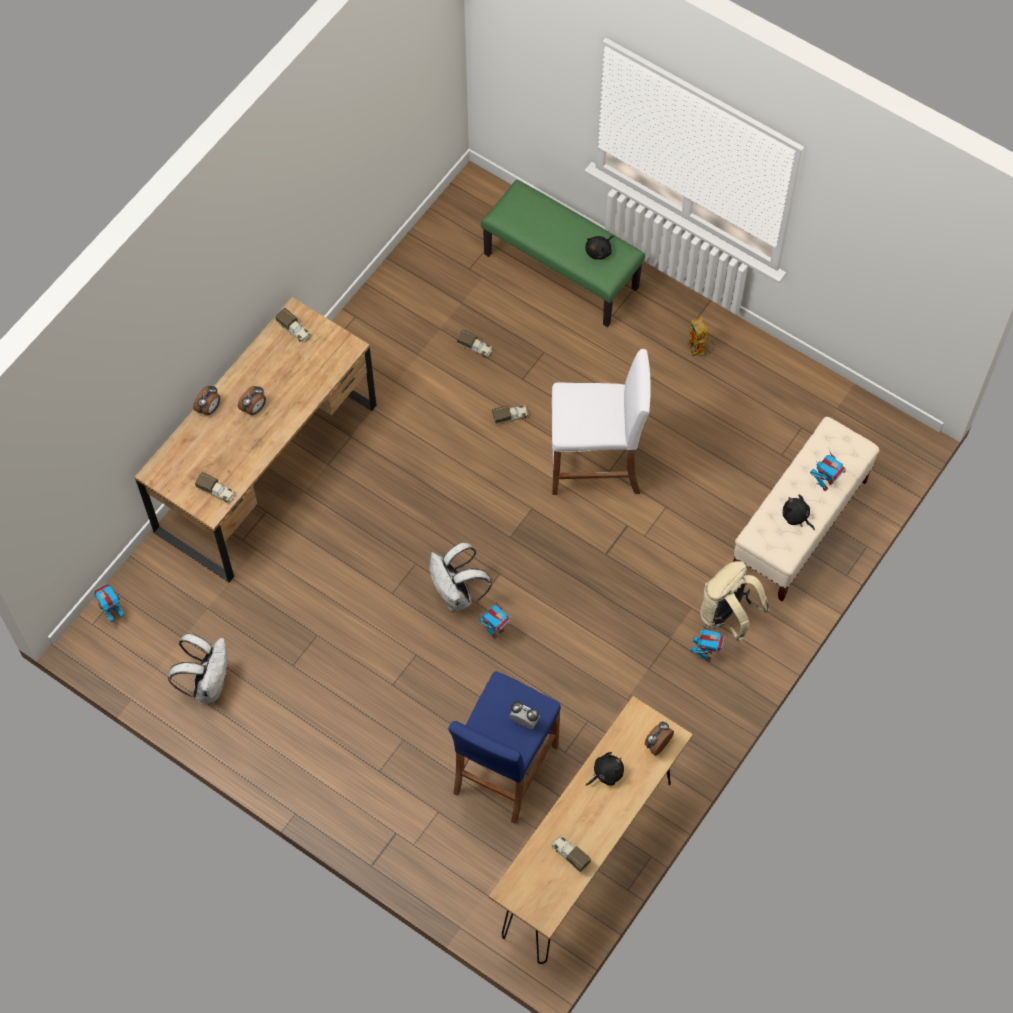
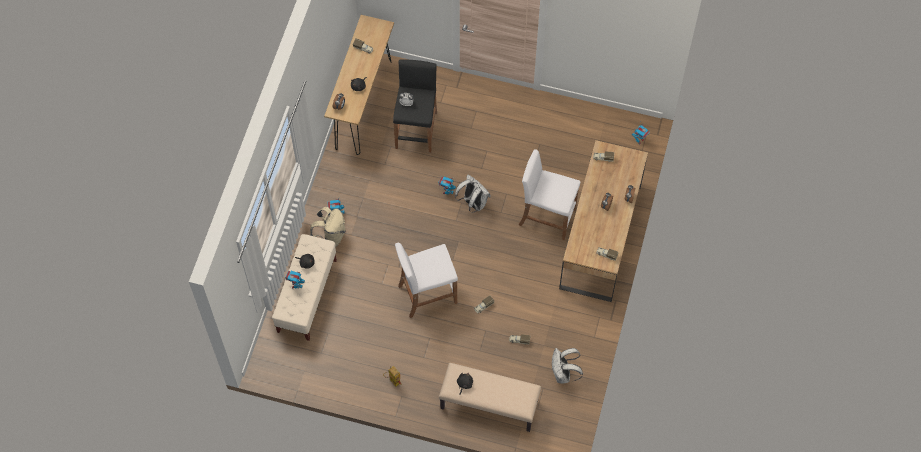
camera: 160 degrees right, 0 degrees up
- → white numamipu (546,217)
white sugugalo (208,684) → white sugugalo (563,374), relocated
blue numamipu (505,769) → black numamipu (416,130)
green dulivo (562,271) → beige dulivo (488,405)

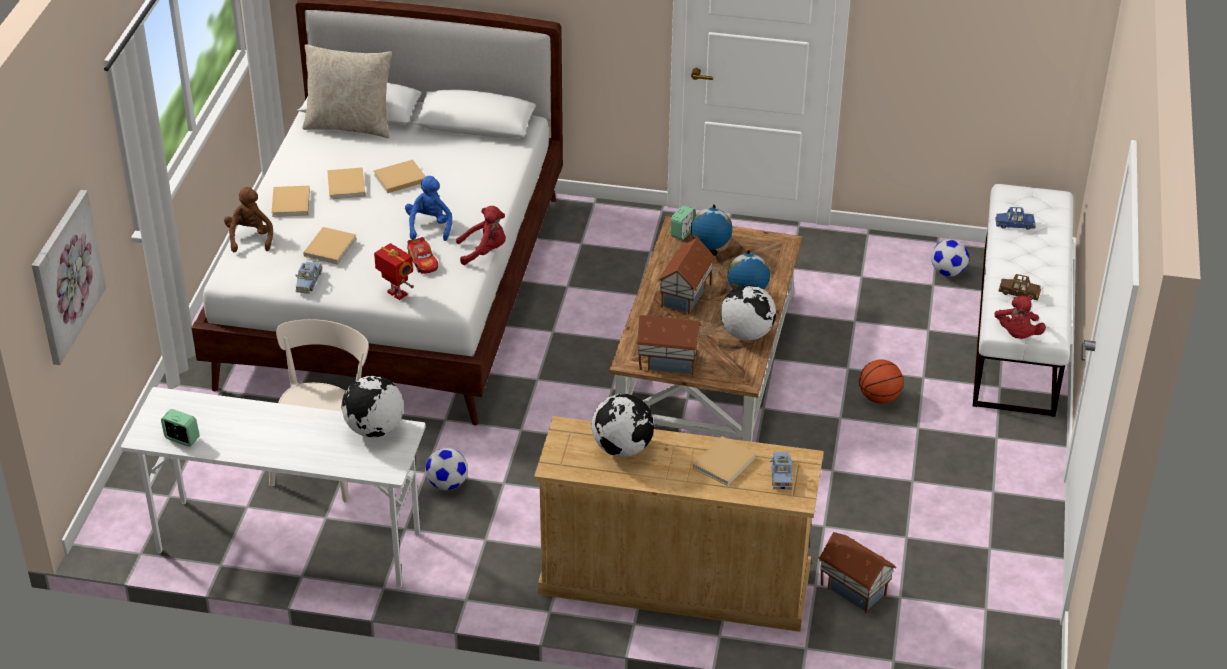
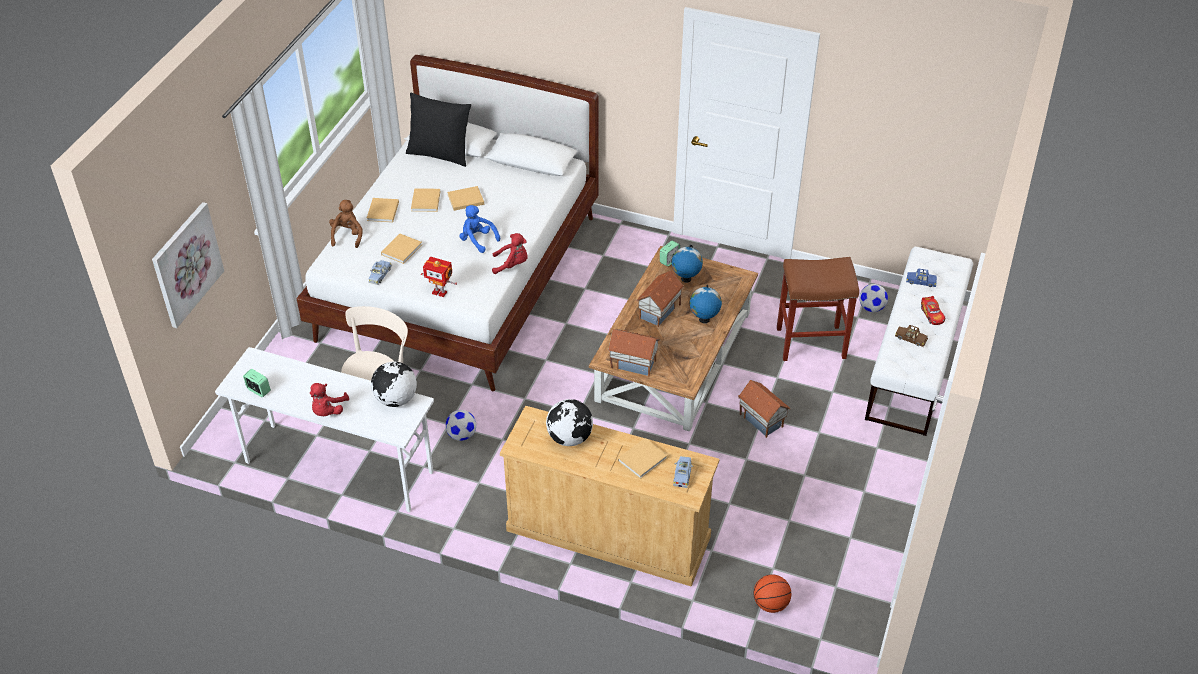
camera: 10 degrees right, 5 degrees up
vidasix (746,334) → -
- → brown numamipu (811,342)
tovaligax (423,261) → tovaligax (932,314), relocated
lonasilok (854,588) → lonasilok (762,419), relocated
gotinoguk (879,398) → gotinoguk (770,604), relocated
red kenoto (1017,335) → red kenoto (328,410), relocated
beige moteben (349,125) → black moteben (440,153)
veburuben (396,294) → veburuben (440,292), 150 degrees clockwise
blue kenoto (429,226) → blue kenoto (477,240), 60 degrees counterclockwise

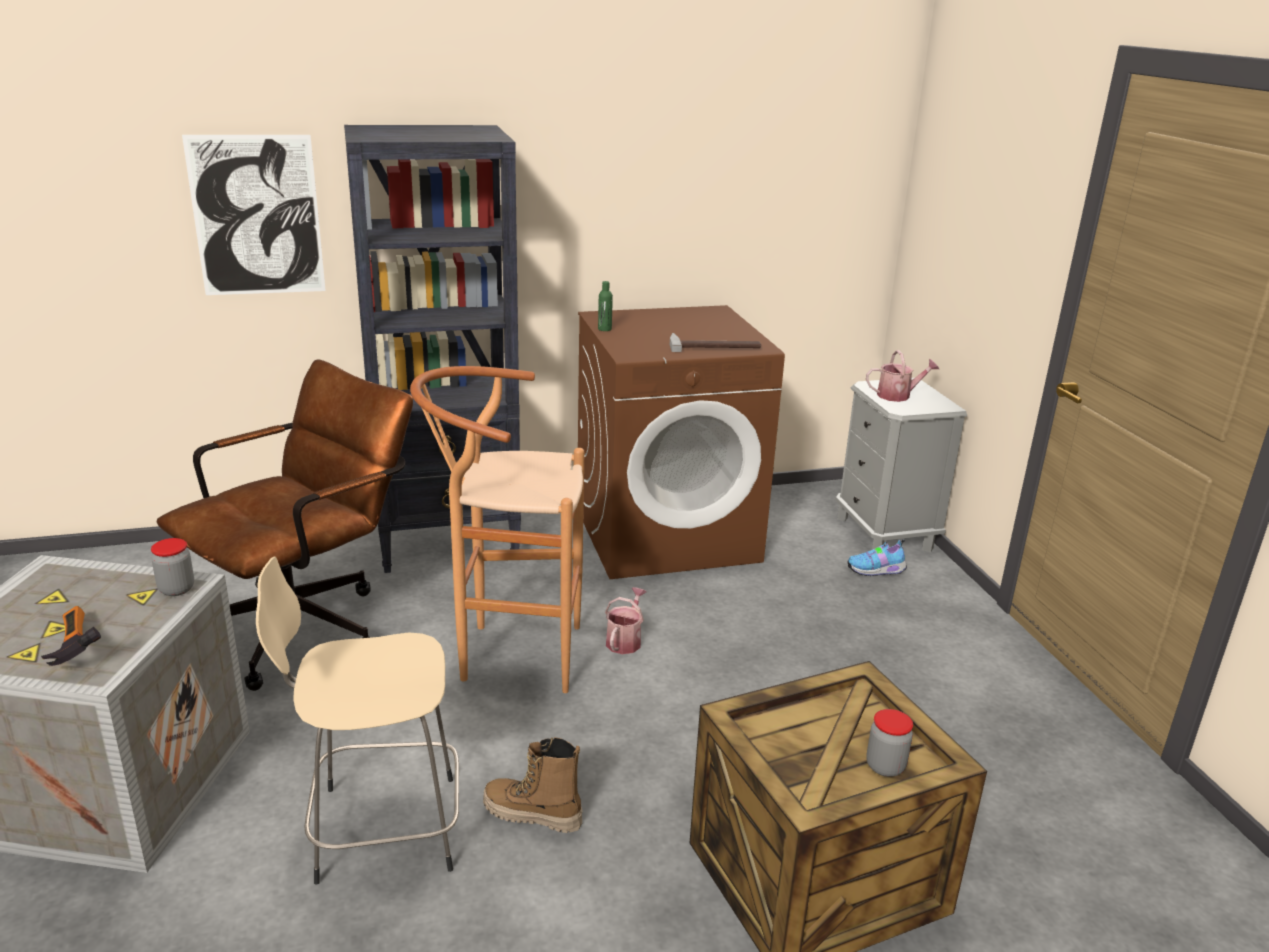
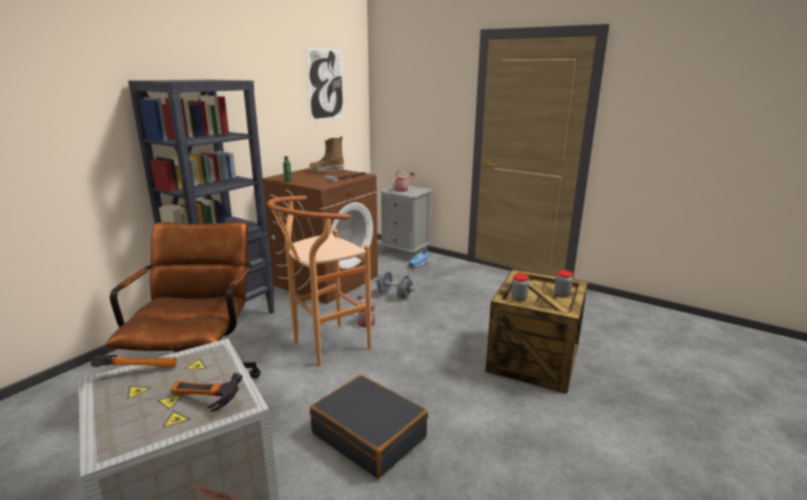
camera: 40 degrees left, 5 degrees down
- → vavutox (138,370)
- → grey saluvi (394,295)
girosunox (176,589) → girosunox (518,298), relocated
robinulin (257,216) → robinulin (326,84), relocated
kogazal (532,815) → kogazal (327,171), relocated
beige numamipu (380,828) → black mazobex (369,435)

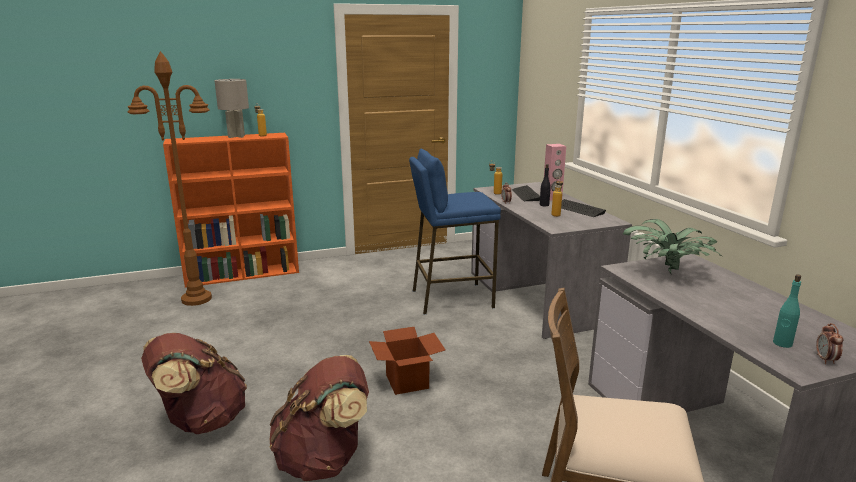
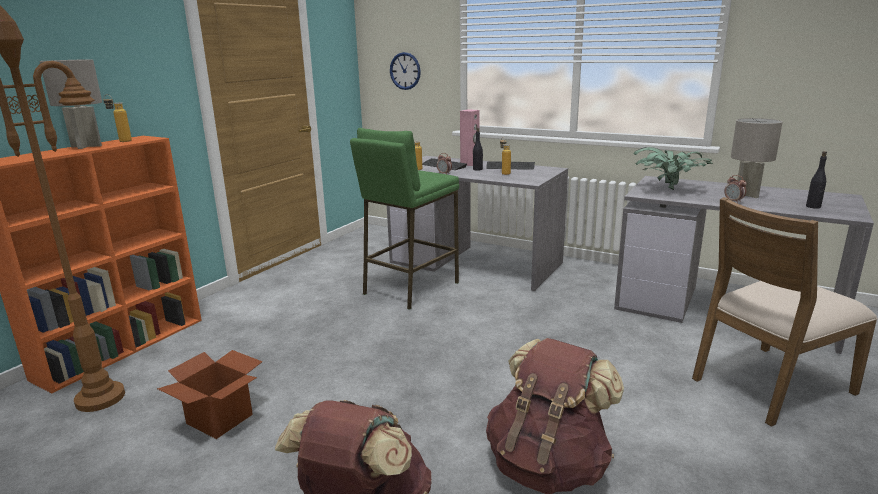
camera: 40 degrees left, 0 degrees up
- → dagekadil (405,71)
- → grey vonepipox (747,195)
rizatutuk (407,381) → rizatutuk (219,419), relocated
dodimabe (825,360) → dodimabe (733,201), relocated
blue numamipu (451,298) → green numamipu (410,288)
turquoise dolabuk (782,343) → black dolabuk (813,207)

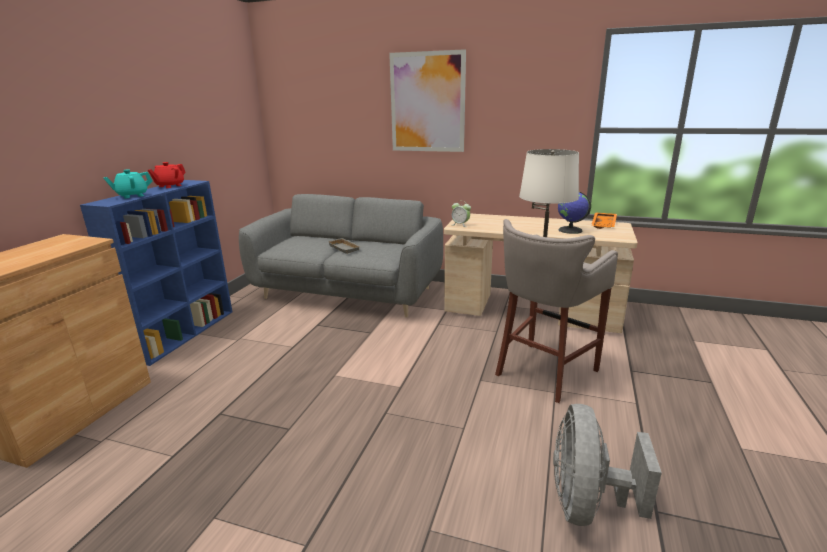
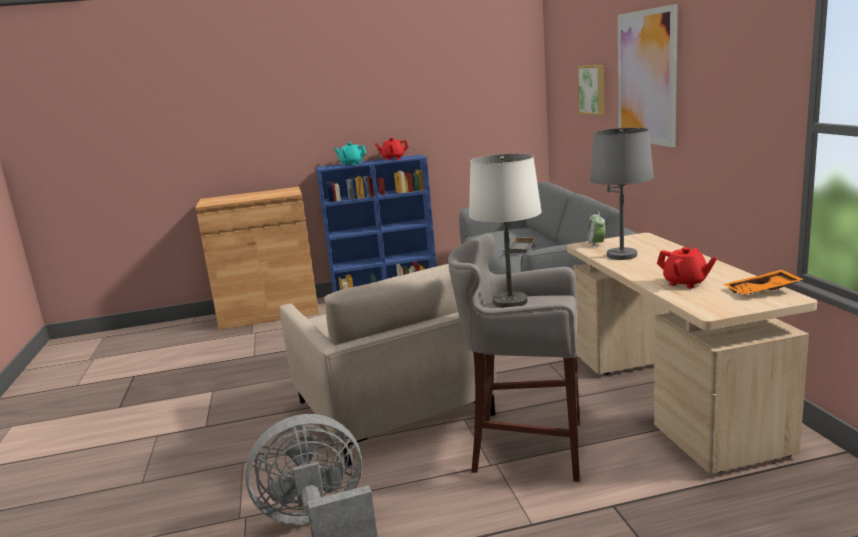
camera: 60 degrees right, 5 degrees down
- → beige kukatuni (391,408)
- → robinulin (593,89)
- → grey vonepipox (622,255)
vidasix (570,230) → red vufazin (685,283)

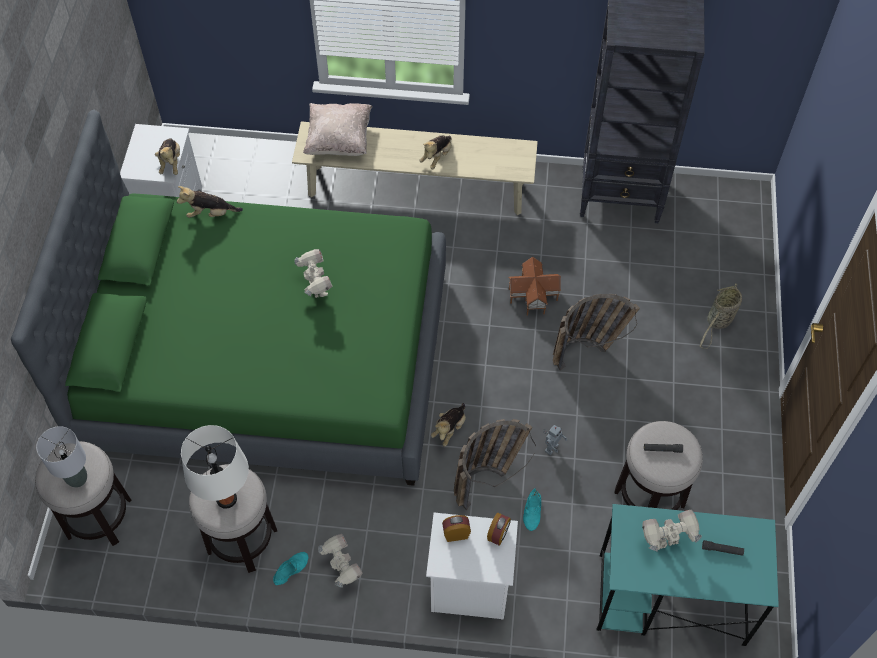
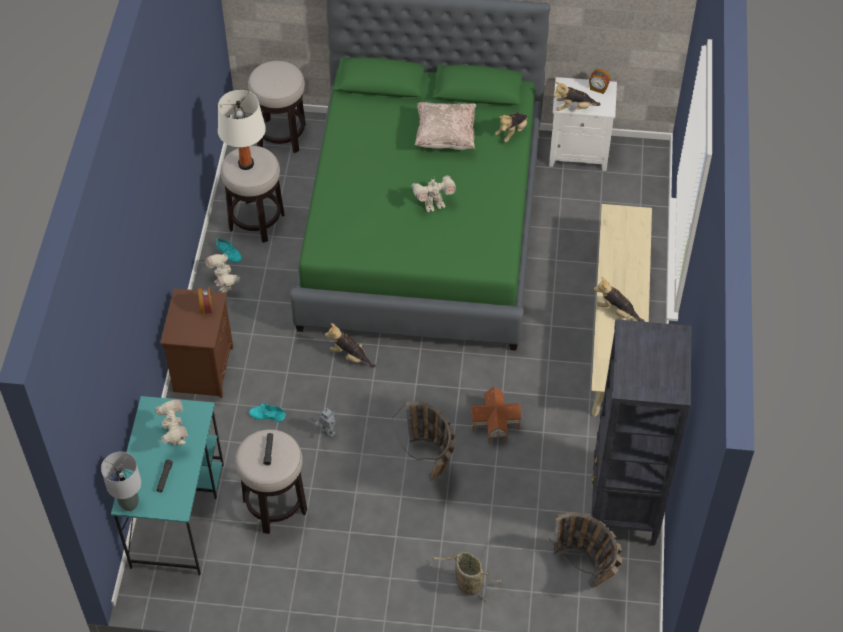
camera: 90 degrees right, 5 degrees down
grey vonepipox (77,479) → grey vonepipox (129,504), relocated
beige moteben (339,141) → beige moteben (445,137), relocated
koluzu (488,478) → koluzu (586,573), relocated
dodimabe (498,534) → dodimabe (598,89), relocated
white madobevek (468,588) → brown madobevek (202,368)
kenoto (210,213) → kenoto (512,132), 135 degrees counterclockwise
veburuben (342,571) → veburuben (224,285), 90 degrees clockwise

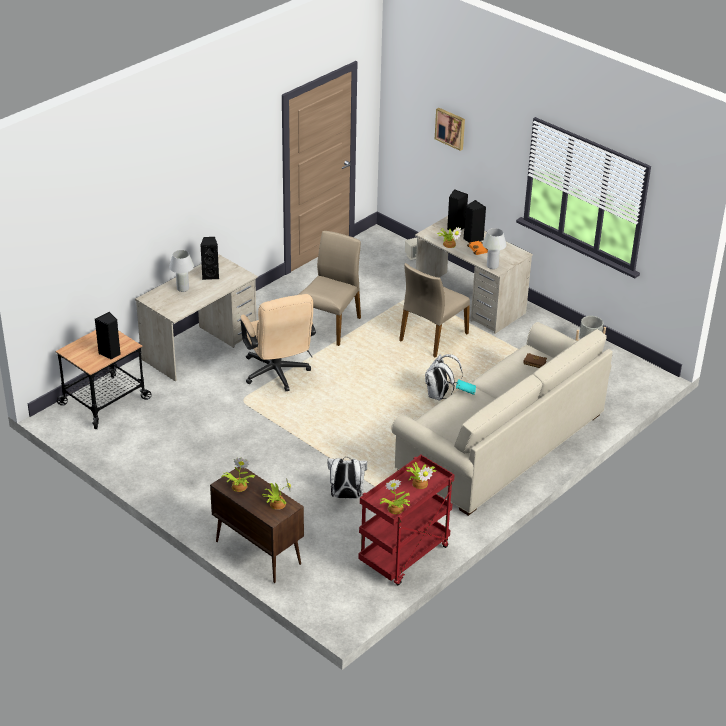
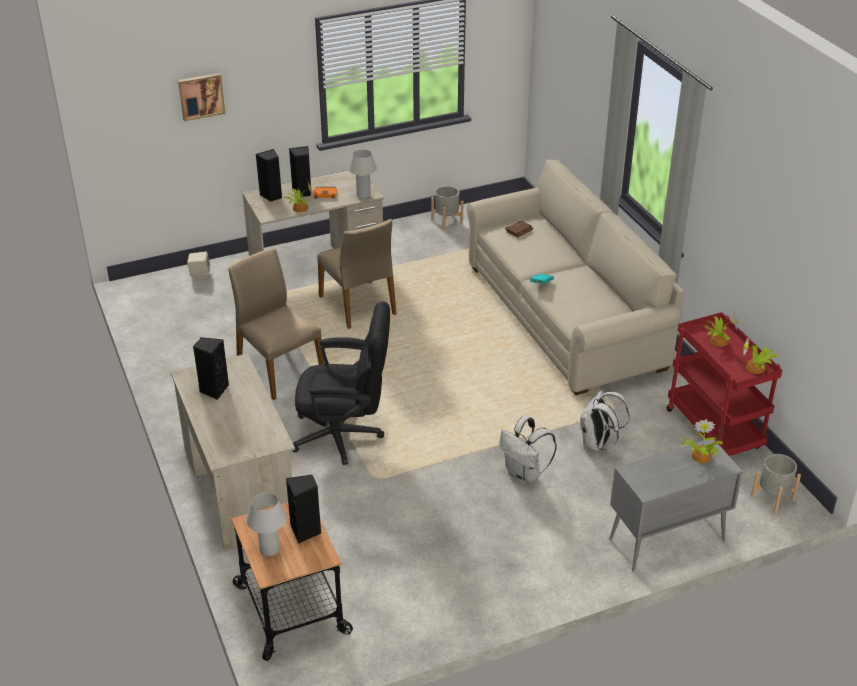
camera: 65 degrees left, 0 degrees up
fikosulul (238,487) → -
- → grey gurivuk (772,498)
white vonepipox (183,288) → white vonepipox (269,549), relocated
white sugugalo (439,395) → white sugugalo (524,474), relocated
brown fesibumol (257,552) → grey fesibumol (666,540)
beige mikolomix (277,375) → black mikolomix (345,436)

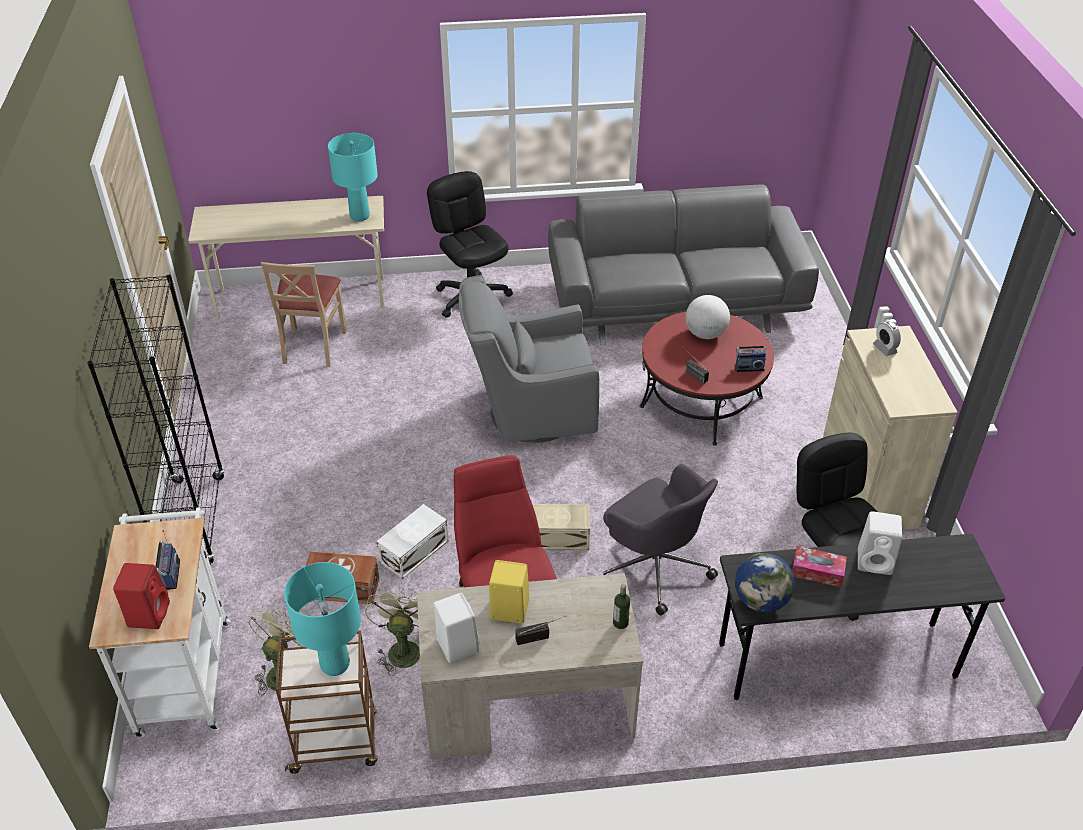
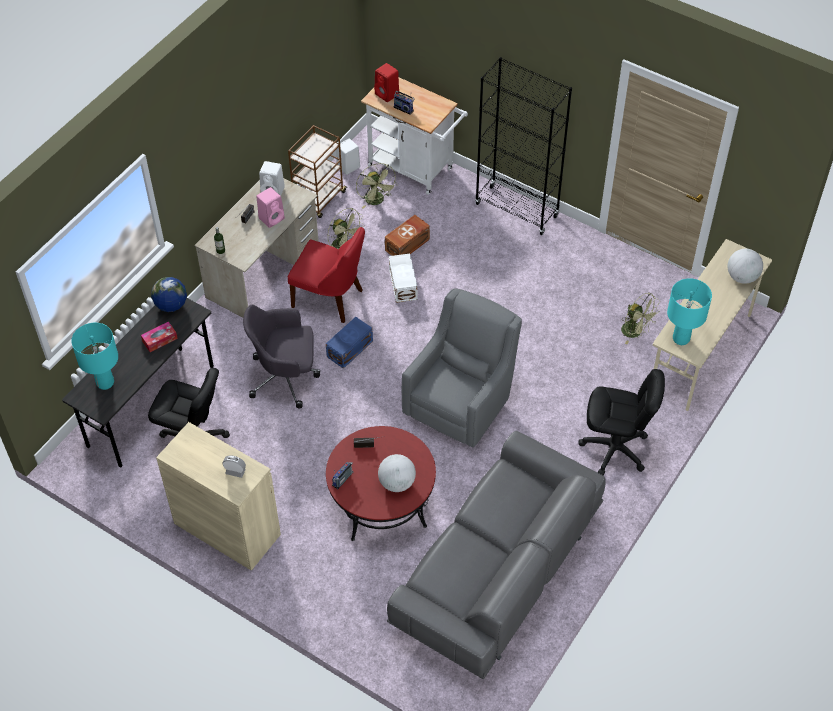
camera: 130 degrees right, 10 degrees up
- → vidasix (742,277)
turquoise vonepipox (334,664) → turquoise vonepipox (105,382), relocated
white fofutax (875,561) → white fofutax (348,167), relocated
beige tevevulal (313,346) → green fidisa (635,332)
yellow fofutax (508,609) → pink fofutax (272,218)
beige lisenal (557,538) → blue lisenal (349,349)

